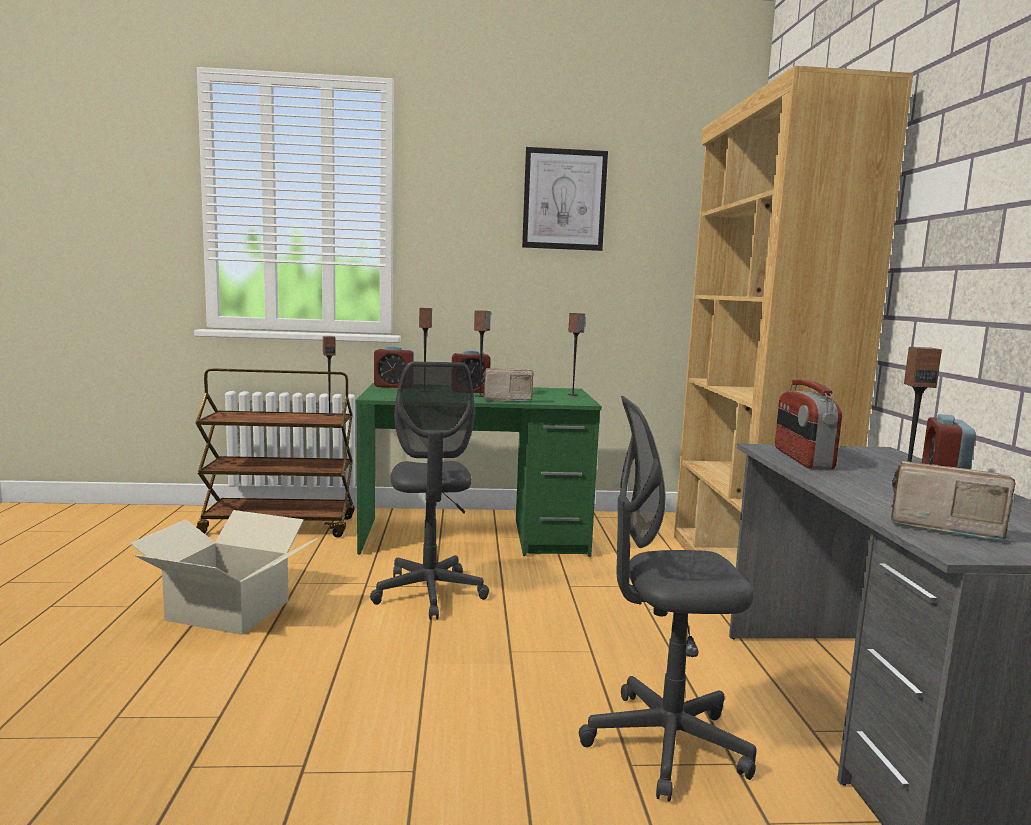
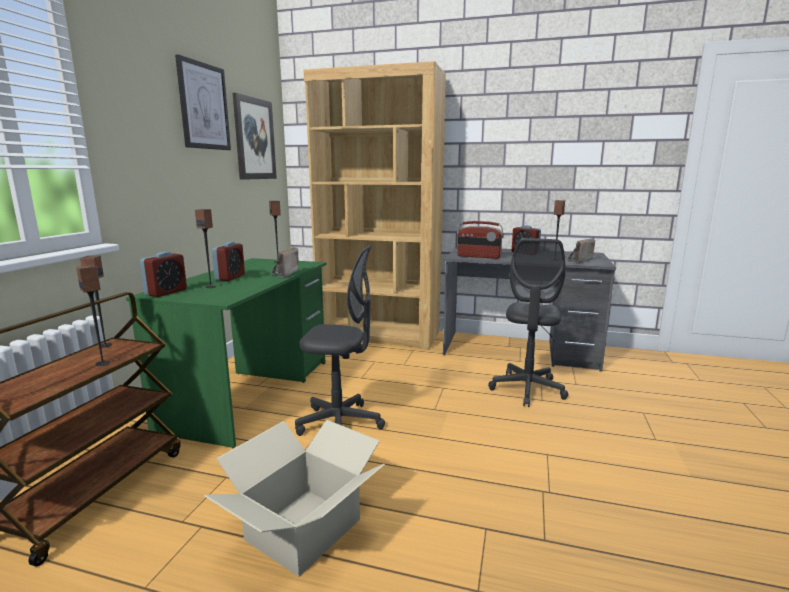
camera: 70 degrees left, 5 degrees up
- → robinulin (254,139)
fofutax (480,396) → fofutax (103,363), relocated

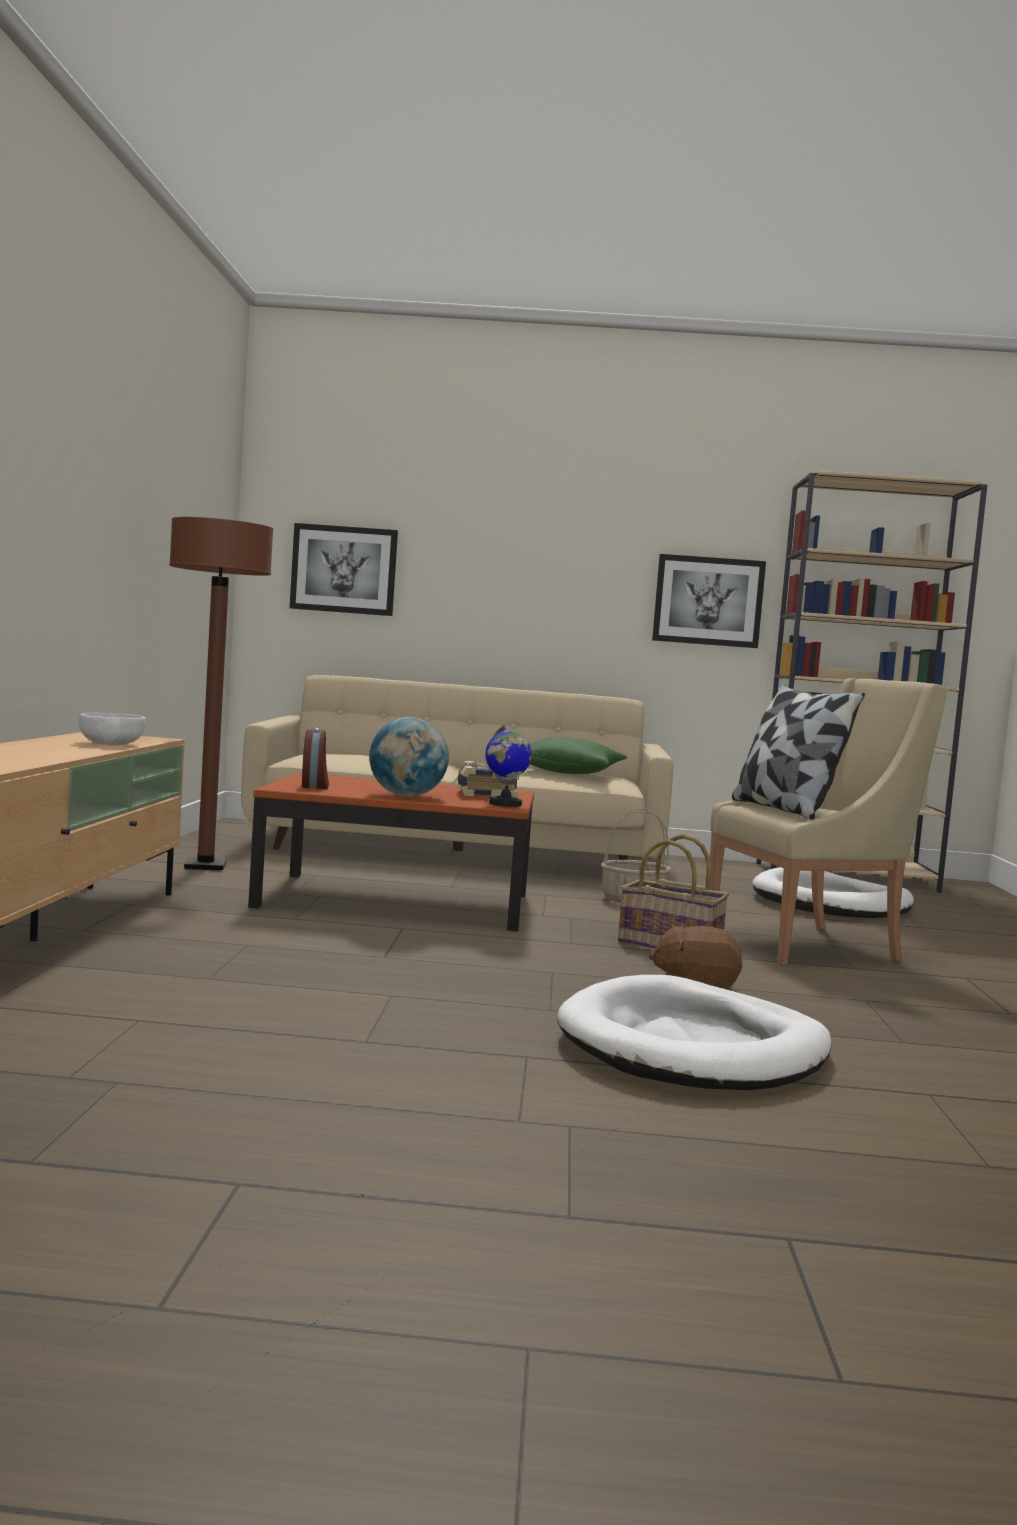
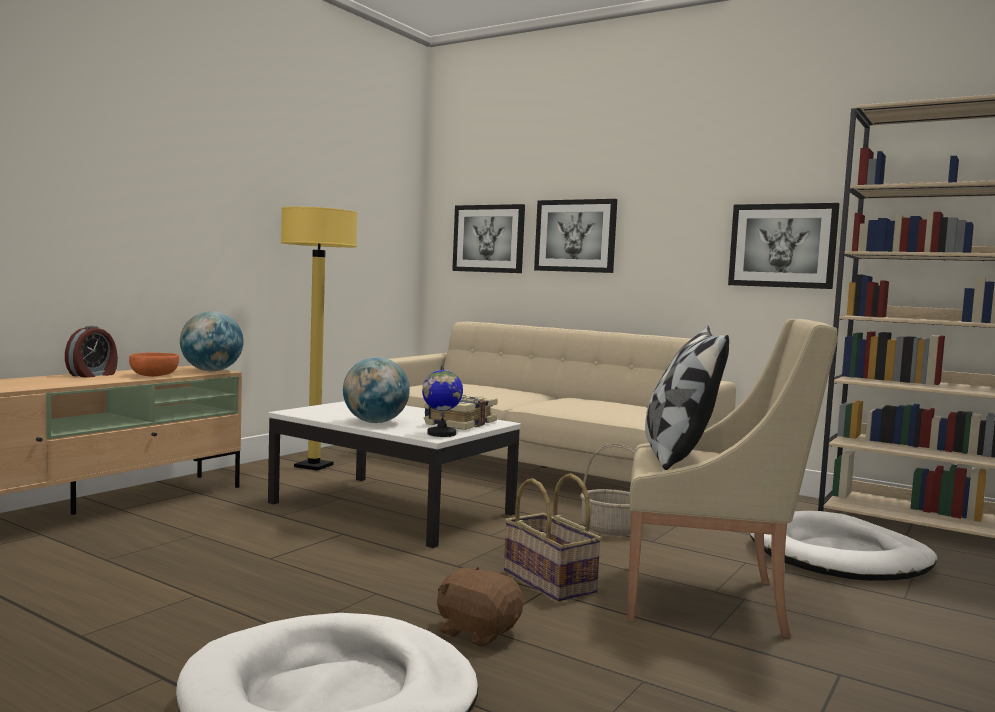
camera: 30 degrees right, 0 degrees up
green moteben (570,773) → -
- → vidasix (211,371)
- → robinulin (575,236)
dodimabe (315,786) → dodimabe (93,375), relocated
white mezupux (112,744) → orange mezupux (155,375)
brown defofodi (205,866) → yellow defofodi (313,466)
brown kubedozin (396,901) → white kubedozin (392,508)

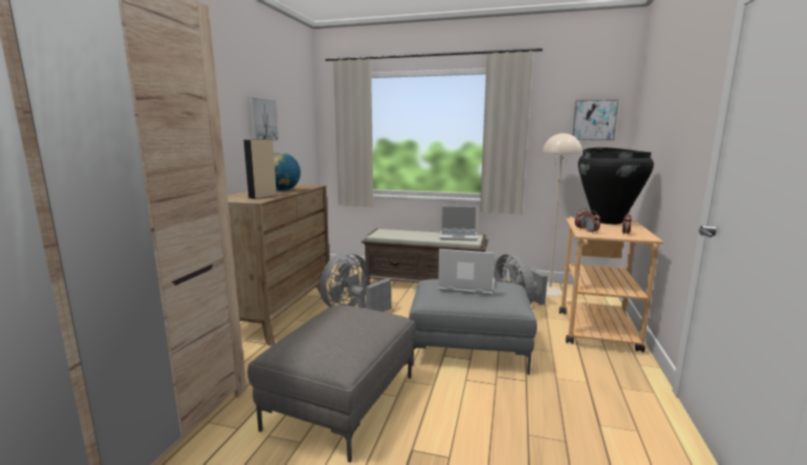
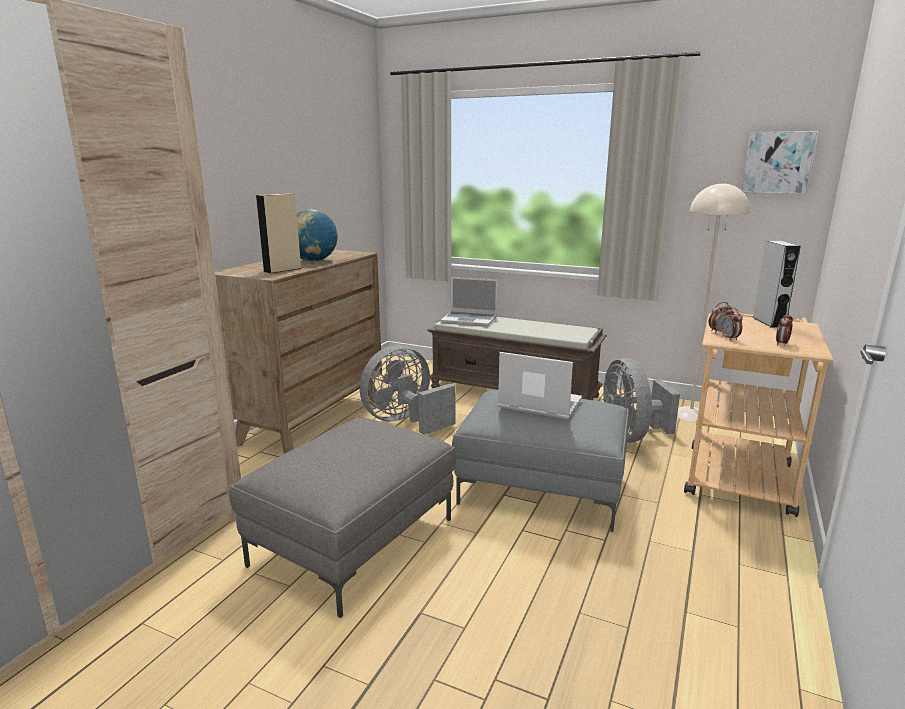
camera: 10 degrees right, 5 degrees up
robinulin (262,120) → -
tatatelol (459,236) → tatatelol (470,320), relocated
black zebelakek (608,221) → grey fofutax (768,322)

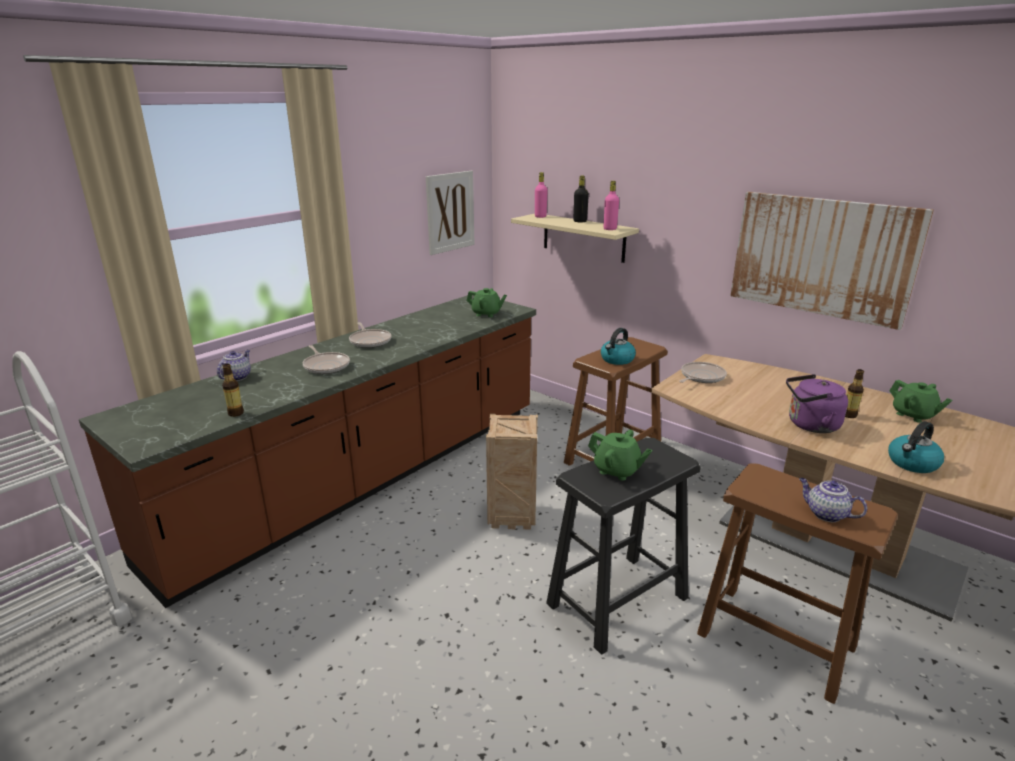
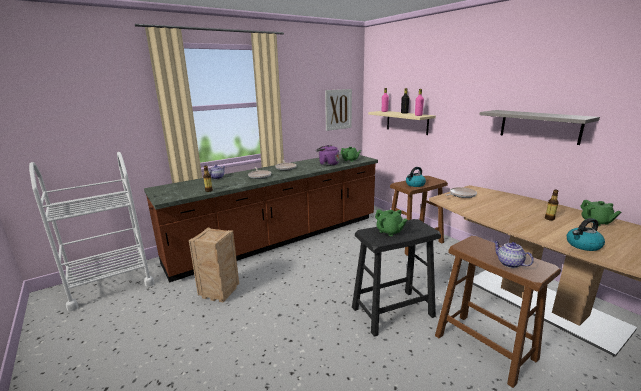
camera: 15 degrees right, 5 degrees down
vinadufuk (513,516) → vinadufuk (220,293), relocated
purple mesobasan (810,425) → purple mesobasan (327,164), relocated
robinulin (821,257) → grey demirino (539,126)

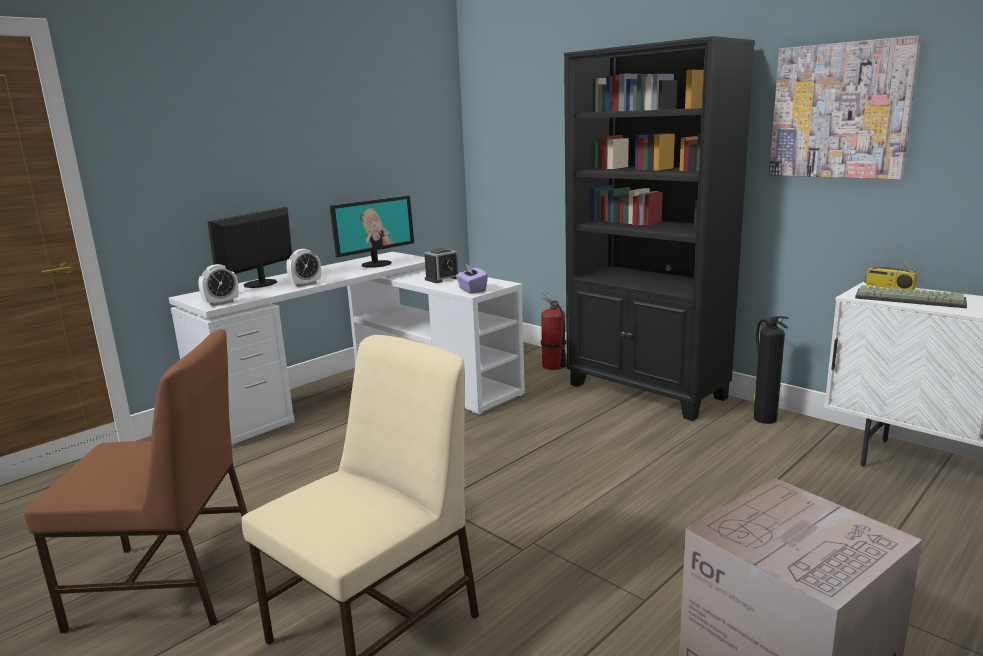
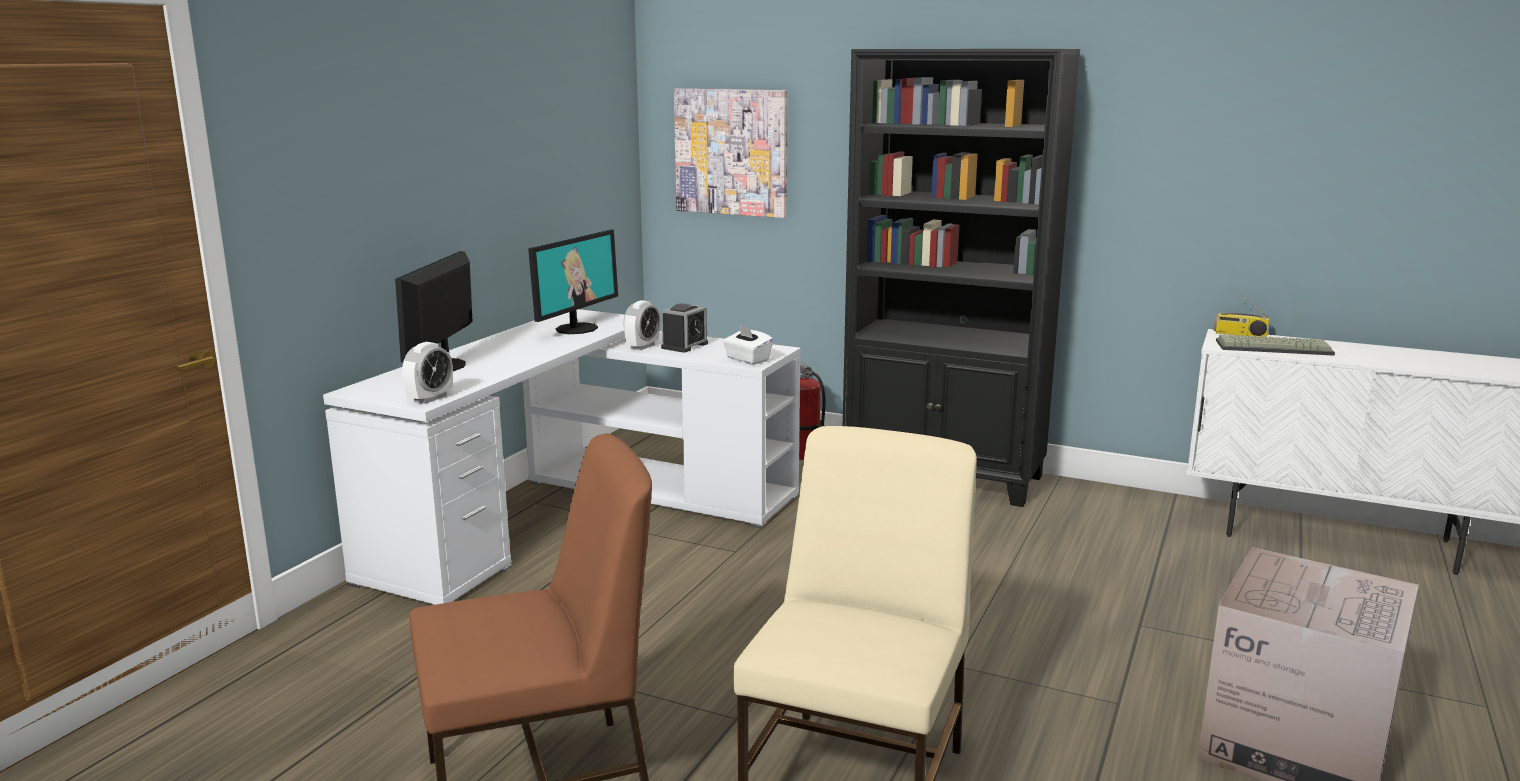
camera: 20 degrees left, 0 degrees up
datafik (764,418) → -
dodimabe (305,284) → dodimabe (642,346), relocated
robinulin (840,111) → robinulin (731,152), relocated
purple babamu (472,290) → white babamu (747,360)

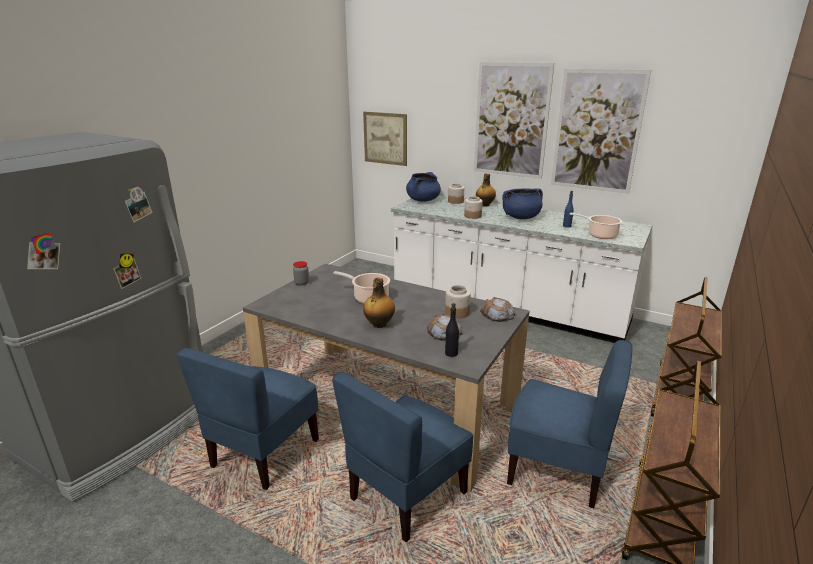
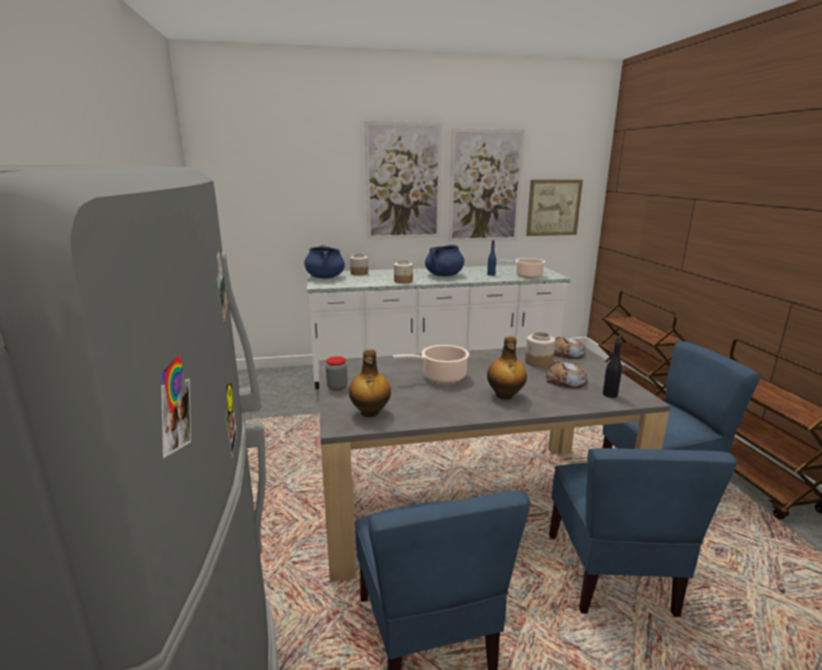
camera: 40 degrees left, 5 degrees down
robinulin (385,138) → robinulin (553,207), relocated
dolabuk (484,205) → dolabuk (370,413), relocated

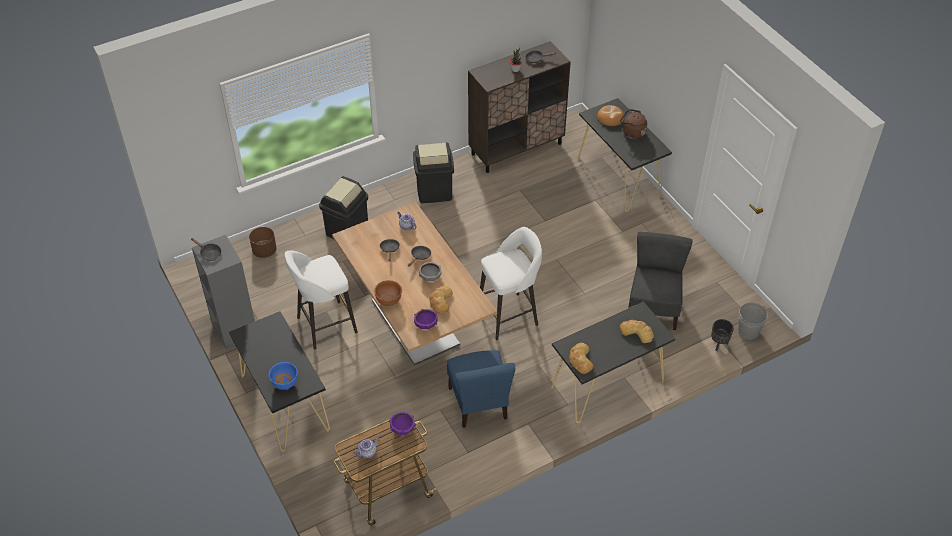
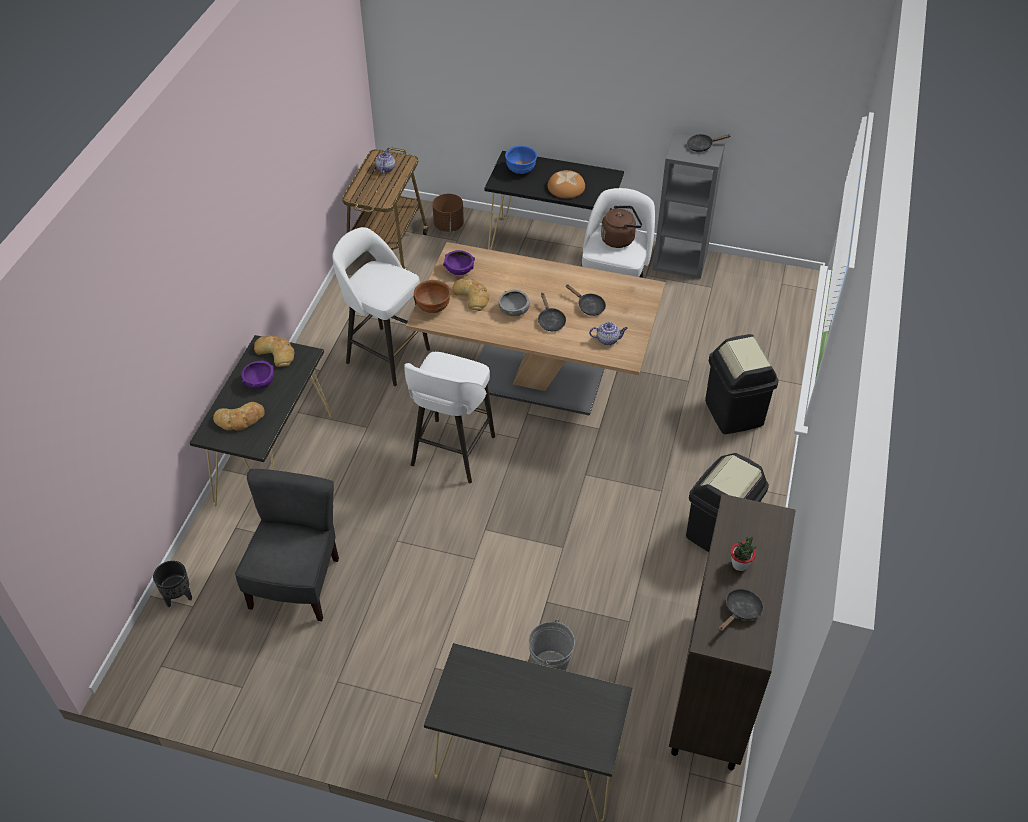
camera: 135 degrees right, 0 degrees up
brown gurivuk (264,251) → brown gurivuk (449,225), relocated
brown mezupux (389,301) → brown mezupux (432,308), relocated
purple mezupux (402,428) → purple mezupux (260,382), relocated
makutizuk (611,118) → makutizuk (565,187), relocated
brown mesobasan (632,133) → brown mesobasan (619,239), relocated
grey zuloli (748,331) → grey zuloli (550,665), relocated
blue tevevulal (479,403) → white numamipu (386,355)
grey tevevulal (653,308) → grey tevevulal (297,584), 135 degrees counterclockwise

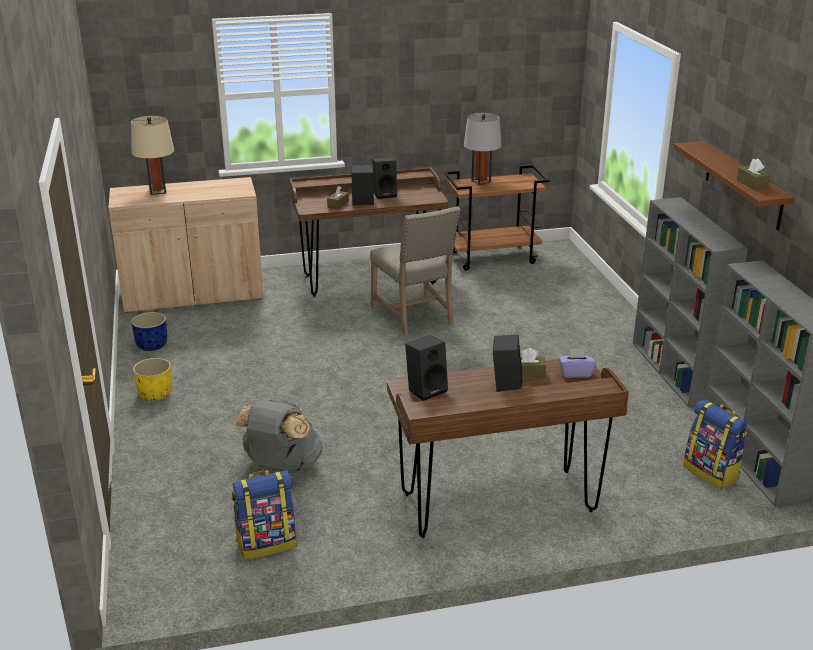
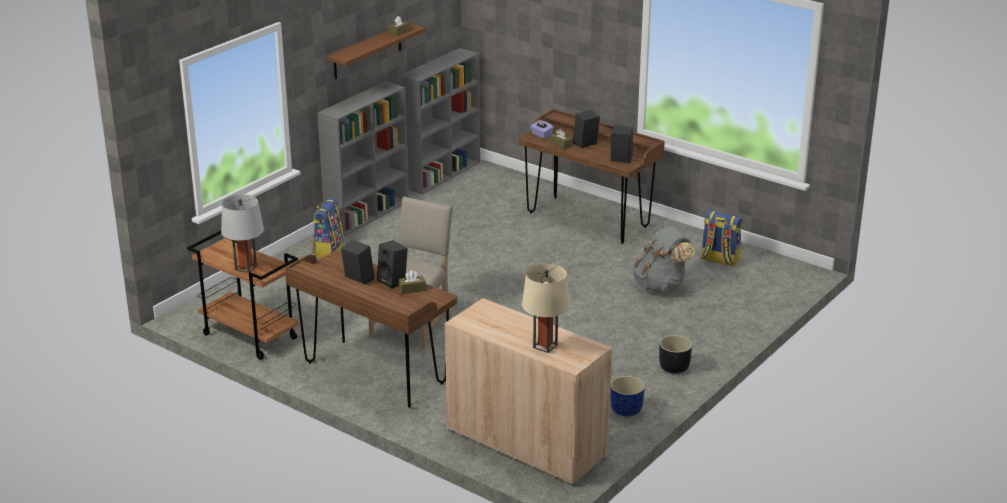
camera: 130 degrees left, 0 degrees up
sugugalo (711,472) → sugugalo (328,250), relocated
yellow gurivuk (155,394) → black gurivuk (674,368)

